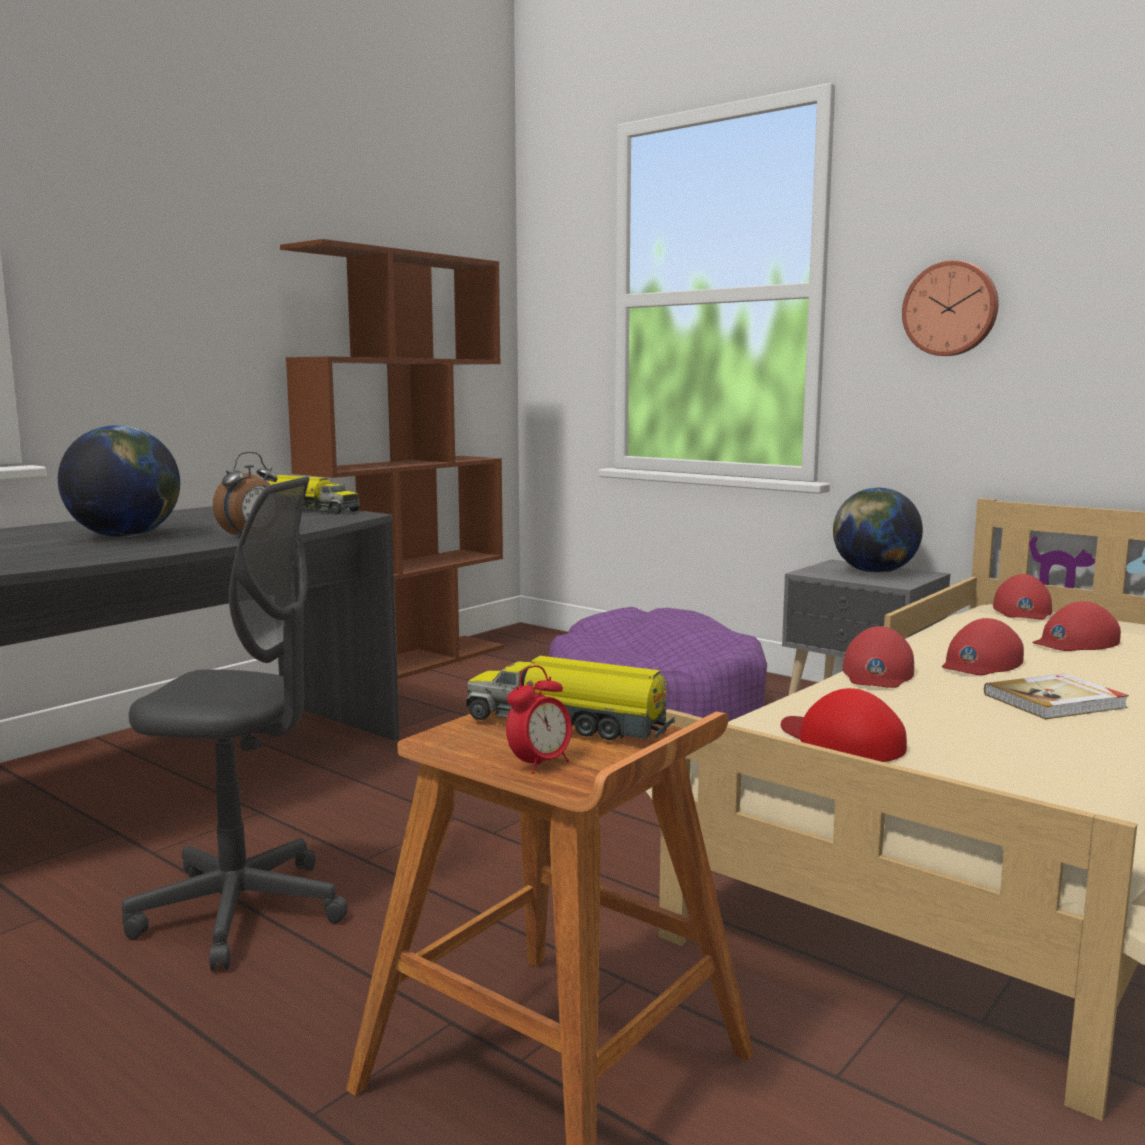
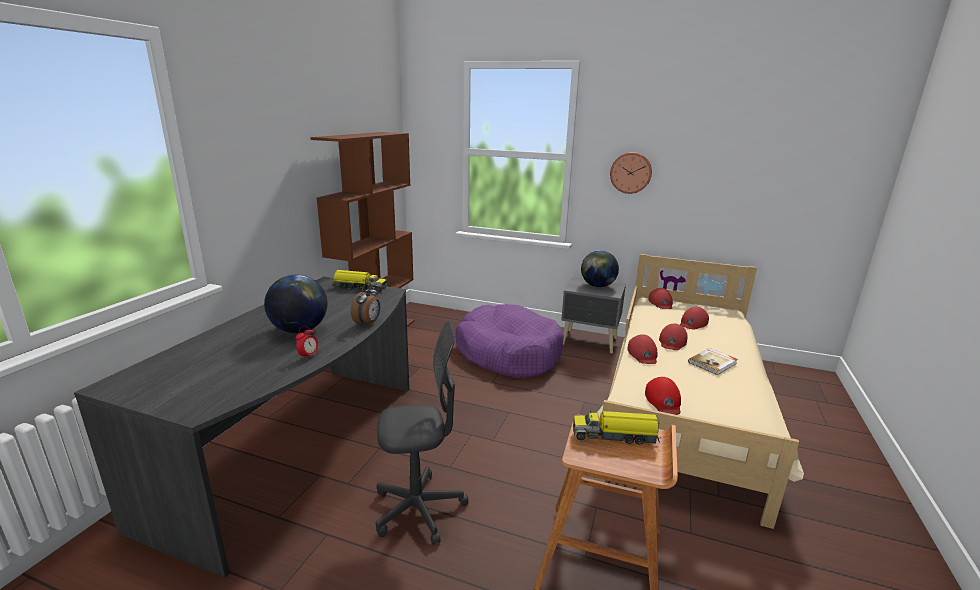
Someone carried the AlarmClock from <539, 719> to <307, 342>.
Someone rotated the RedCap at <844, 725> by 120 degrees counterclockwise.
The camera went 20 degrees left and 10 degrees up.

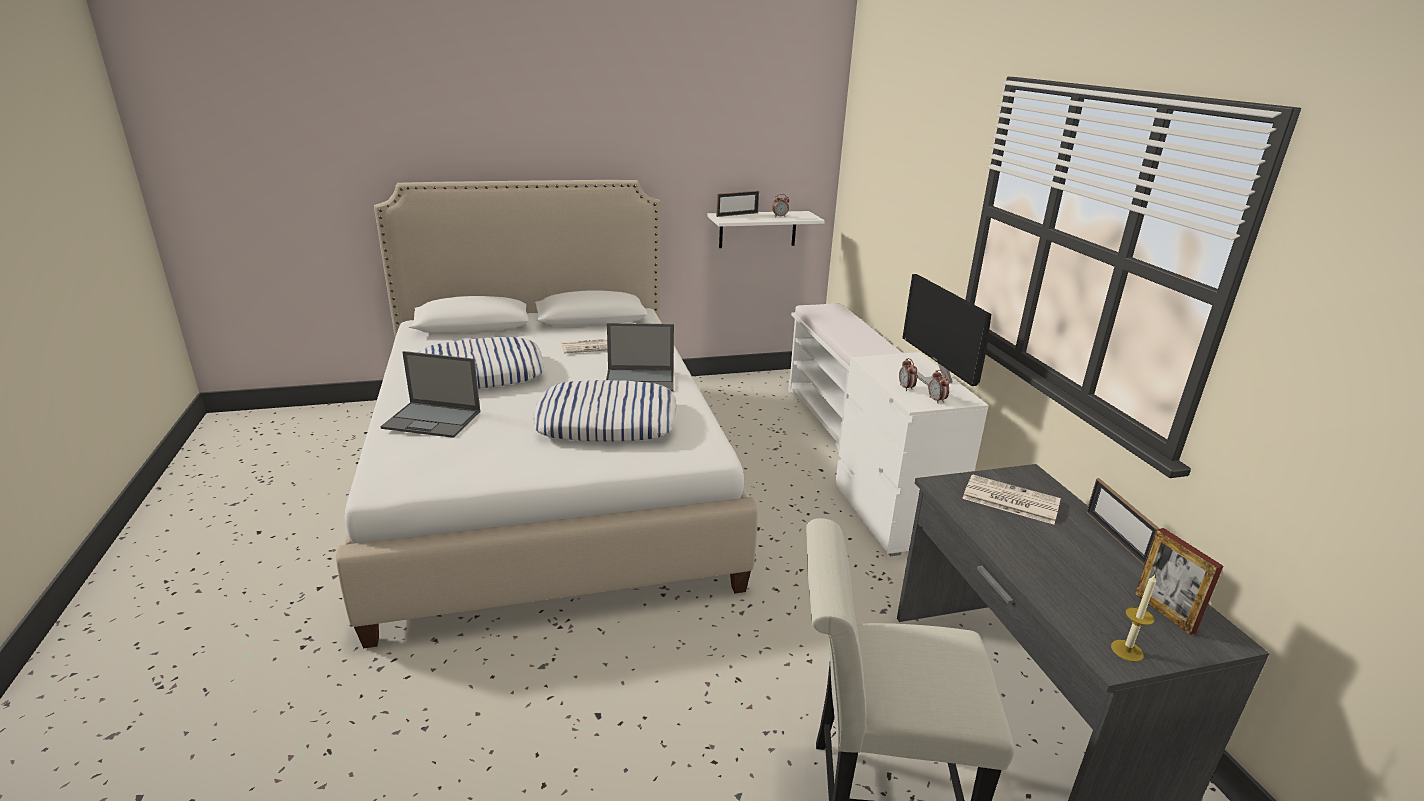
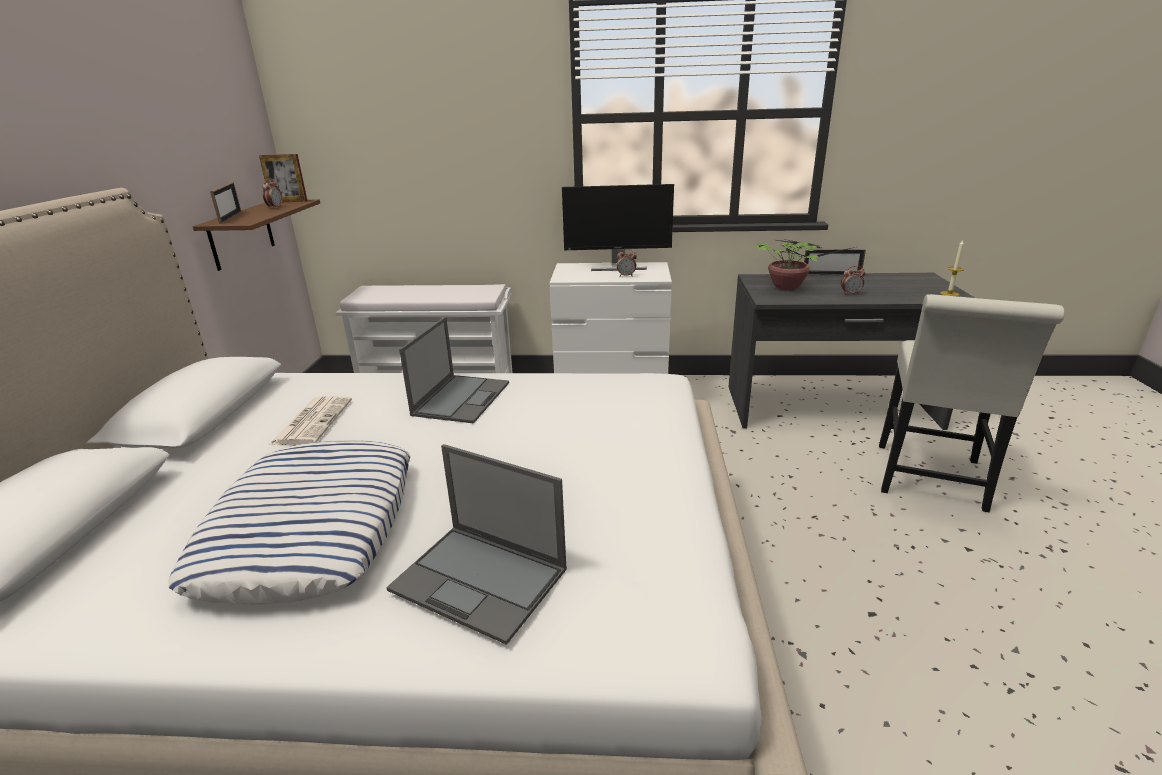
Someone repainted the WhiteShelf at <766, 229>, which became the BrownShelf at <256, 235>.
Someone carried the PictureFrame from <1179, 581> to <283, 178>.
Someone rotated the Laptop at <430, 394> by 90 degrees clockwise.
Someone swapped the Newspaper at <1011, 499> for the PottedPlant at <804, 265>.
Someone carried the AlarmClock from <939, 387> to <853, 280>.
Someone took away the Pillow at <605, 411>.
The camera went 70 degrees left and 0 degrees up.

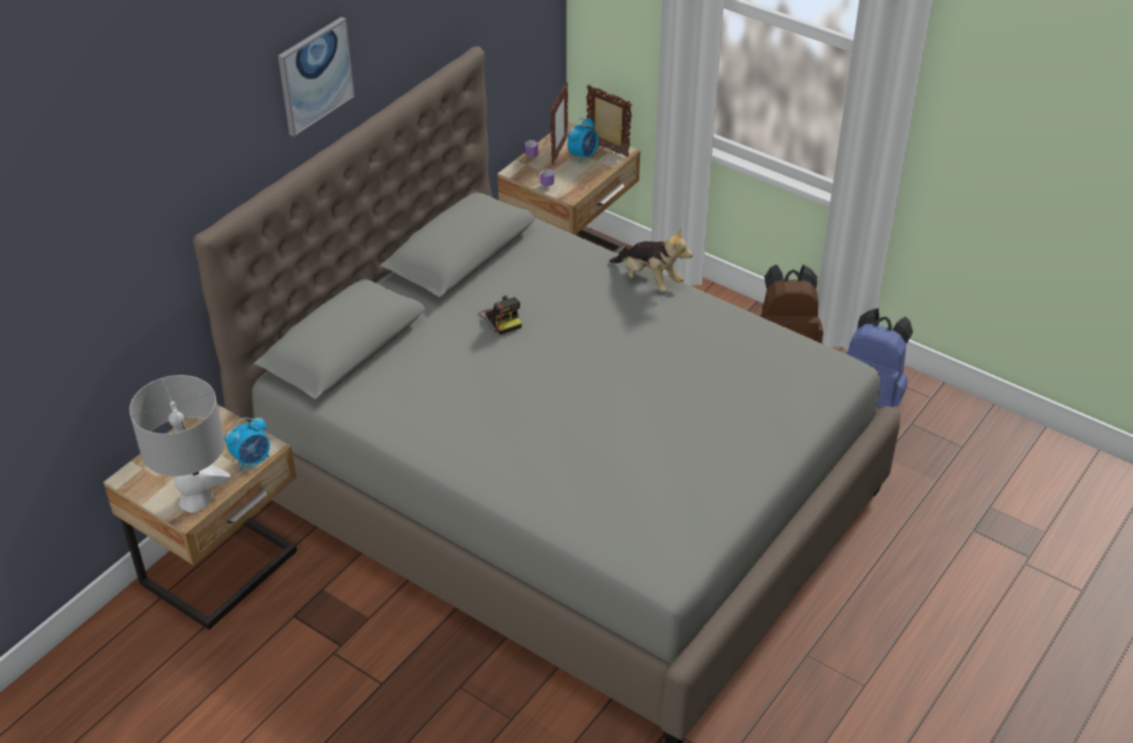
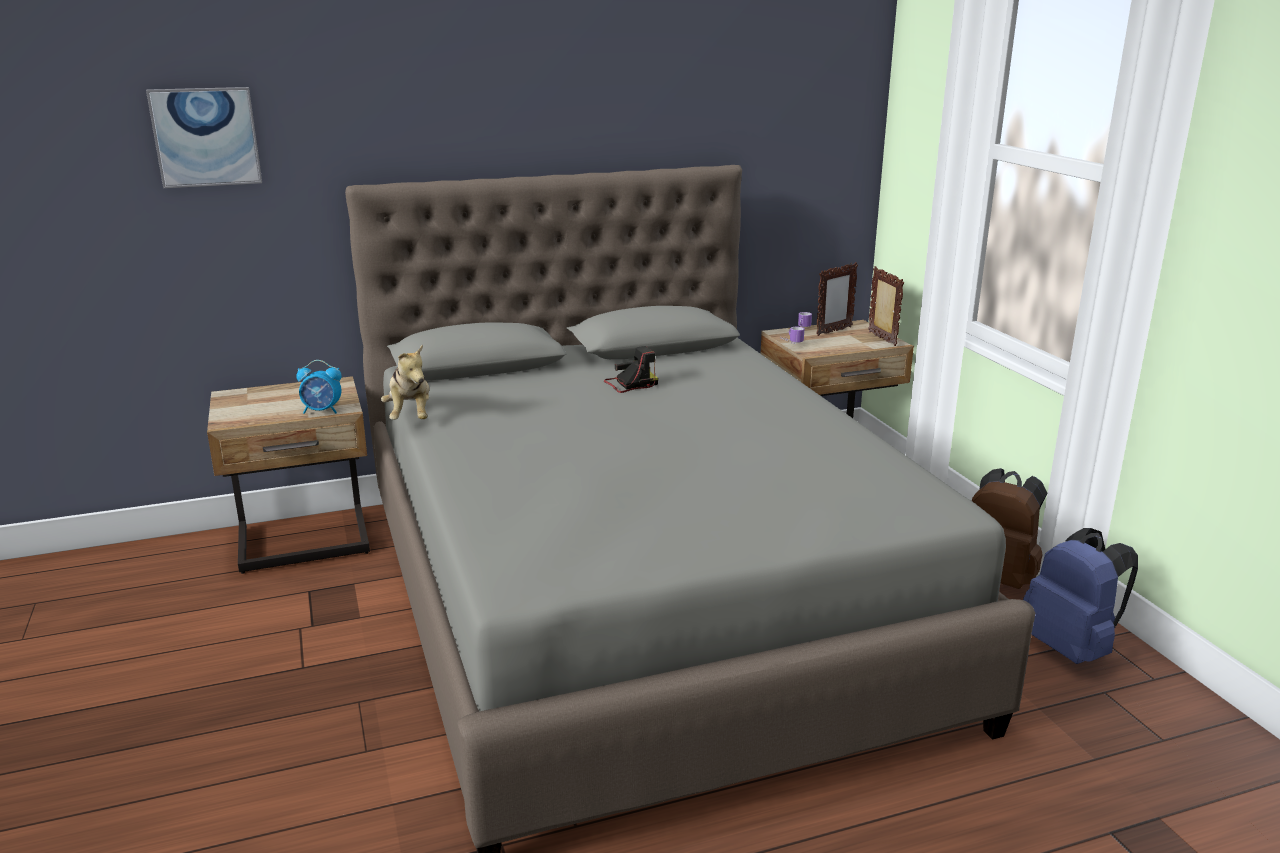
Someone carried the Picture from <316, 77> to <204, 137>.
Someone carried the PlushToy from <651, 260> to <405, 382>.
Someone rotated the PhotoCamera at <500, 315> by 120 degrees counterclockwise.
Someone took away the GreyTableLamp at <180, 444>.
Someone took away the AlarmClock at <583, 141>.
The camera went 35 degrees right and 20 degrees down.

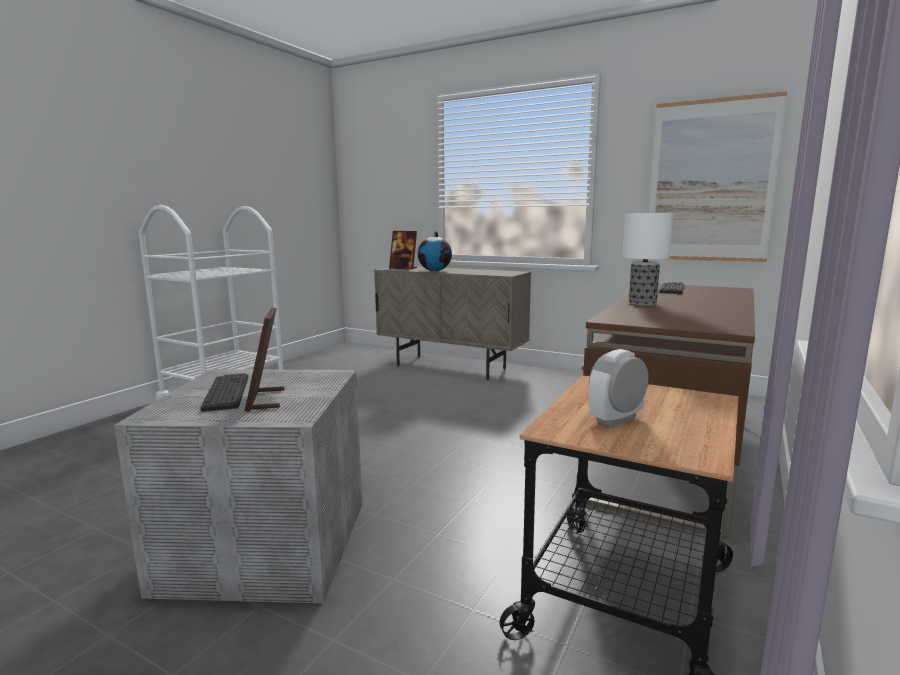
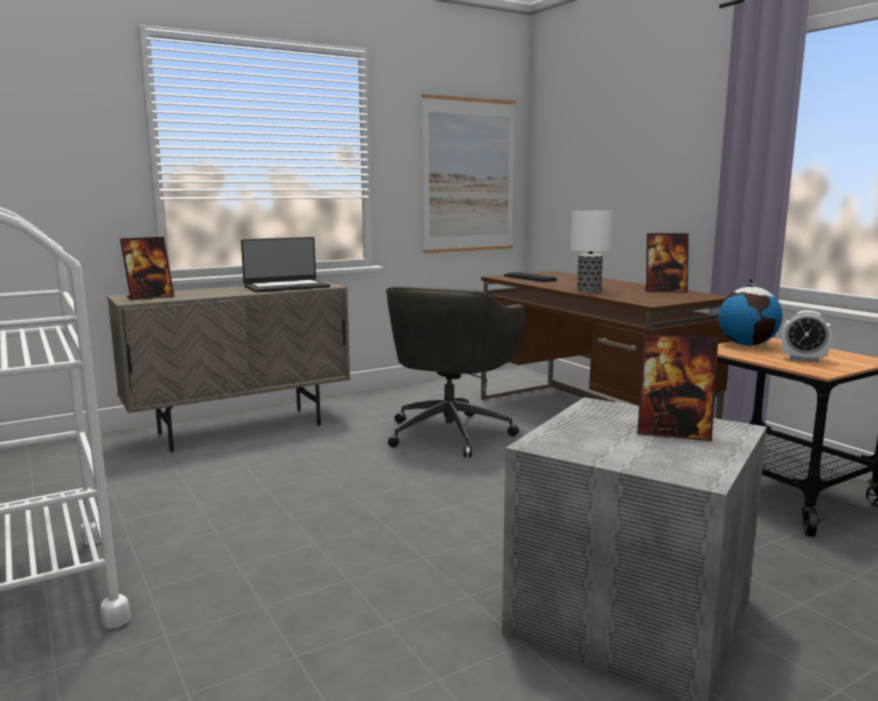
Someone put down the Laptop at <285, 264>.
Someone put down the GreyOfficeChair at <456, 371>.
Someone put down the PictureFrame at <667, 262>.
Someone carried the Globe from <434, 251> to <750, 312>.
Someone rotated the AlarmClock at <618, 388> by 60 degrees counterclockwise.
Someone took away the Keyboard at <224, 392>.
The camera went 60 degrees left and 0 degrees up.

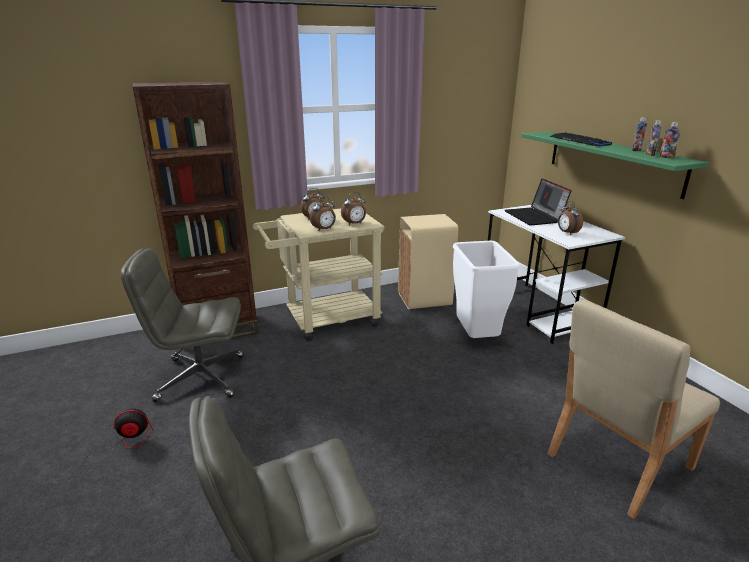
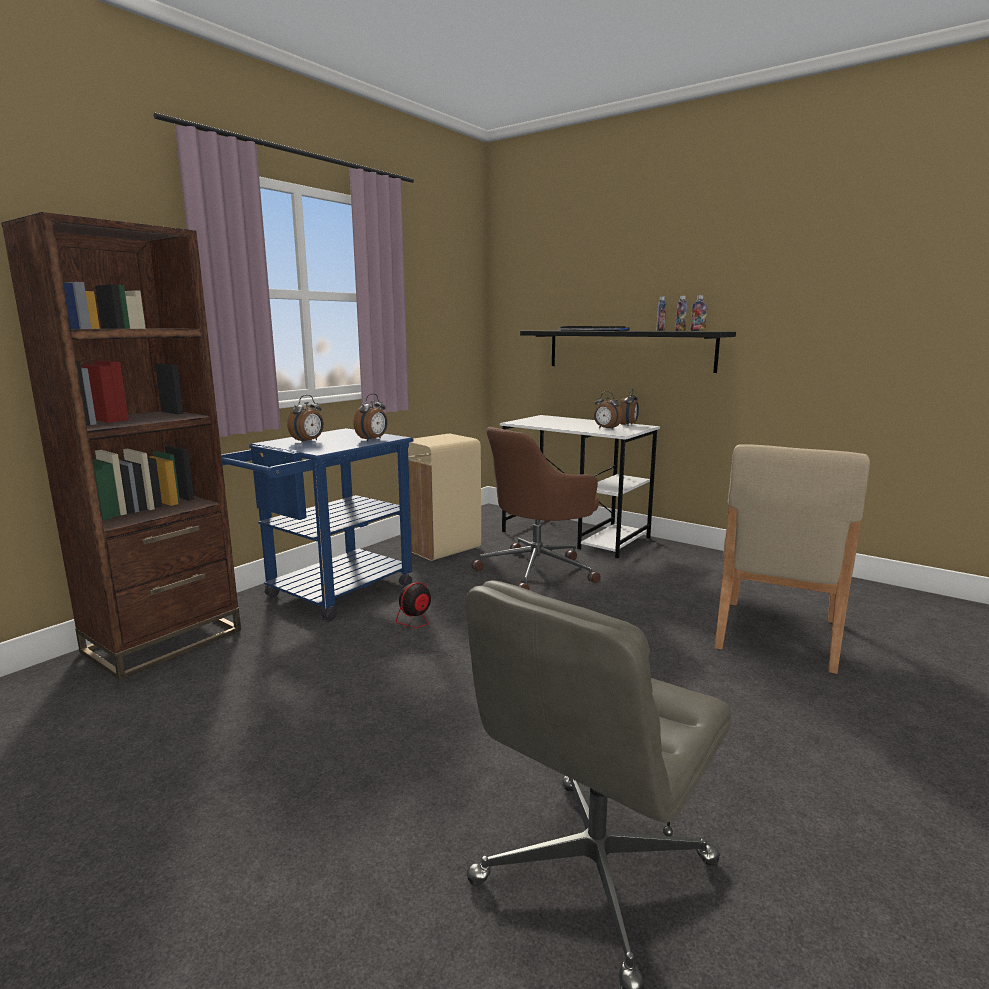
Someone repainted the BeigeCart at <318, 275>, which became the BlueCart at <317, 524>.
Someone carried the Fan from <116, 453> to <419, 619>.
Someone swapped the WhiteTrashCan at <486, 289> for the BrownOfficeChair at <535, 508>.
Someone repainted the GreenShelf at <615, 165>, which became the BlackShelf at <628, 352>.
Someone carried the AlarmClock from <322, 213> to <629, 407>.
Someone took away the GreyOfficeChair at <182, 325>.
Someone took away the Laptop at <538, 202>.
The camera went 30 degrees left and 10 degrees down.

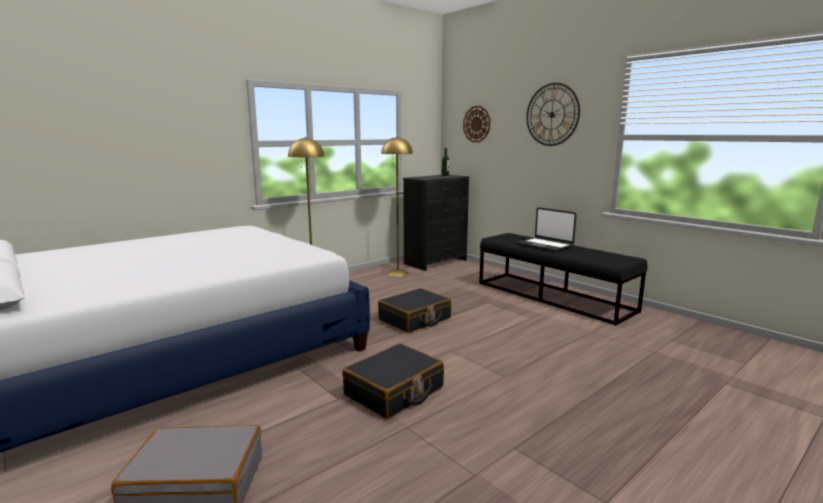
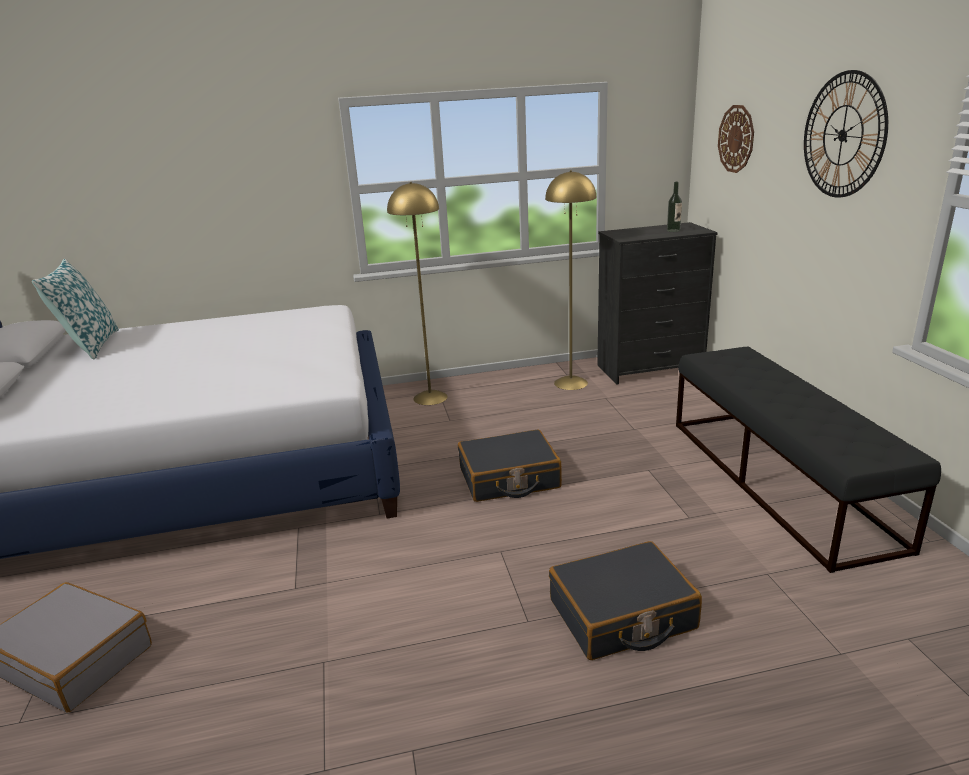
Someone put down the Pillow at <75, 309>.
Someone carried the BlackSuitcase from <393, 381> to <625, 600>.
Someone took away the Laptop at <547, 229>.
The camera went 30 degrees right and 10 degrees up.

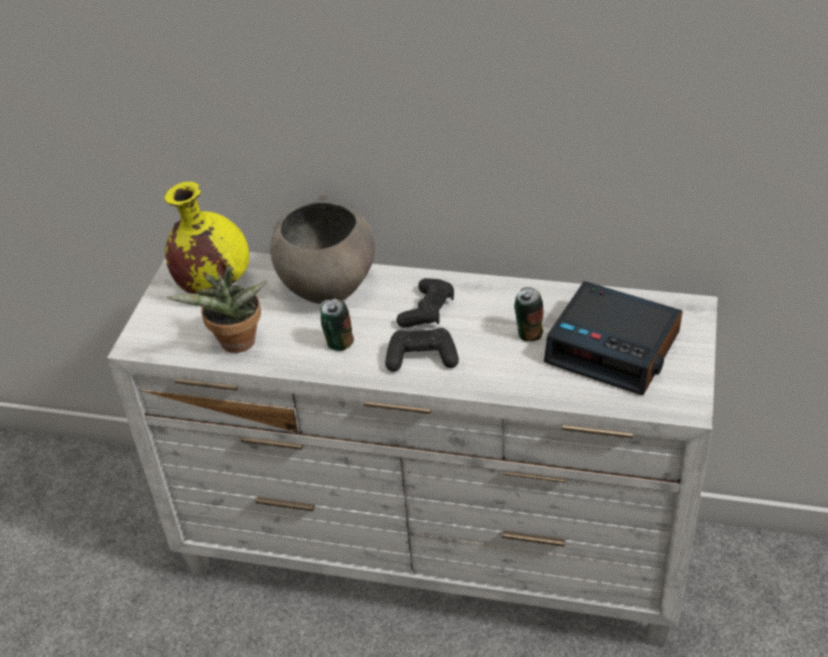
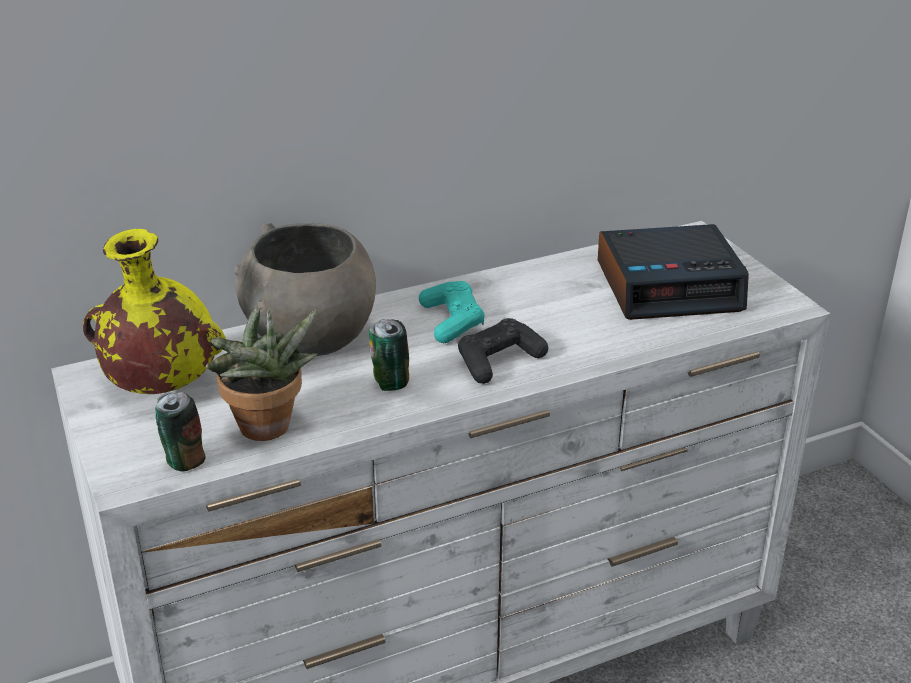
Someone carried the Can from <528, 314> to <180, 432>.
Someone repainted the BlackGameController at <425, 303>, which became the TurquoiseGameController at <452, 312>.
The camera went 40 degrees left and 10 degrees down.

